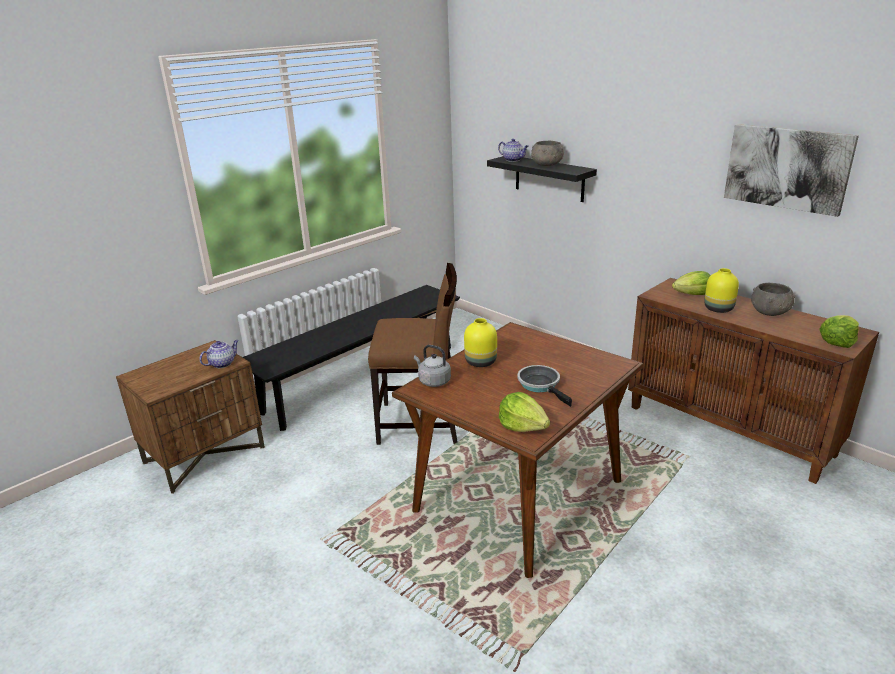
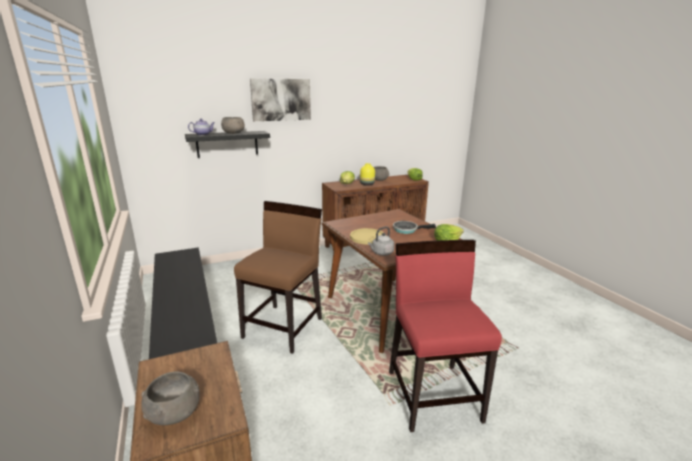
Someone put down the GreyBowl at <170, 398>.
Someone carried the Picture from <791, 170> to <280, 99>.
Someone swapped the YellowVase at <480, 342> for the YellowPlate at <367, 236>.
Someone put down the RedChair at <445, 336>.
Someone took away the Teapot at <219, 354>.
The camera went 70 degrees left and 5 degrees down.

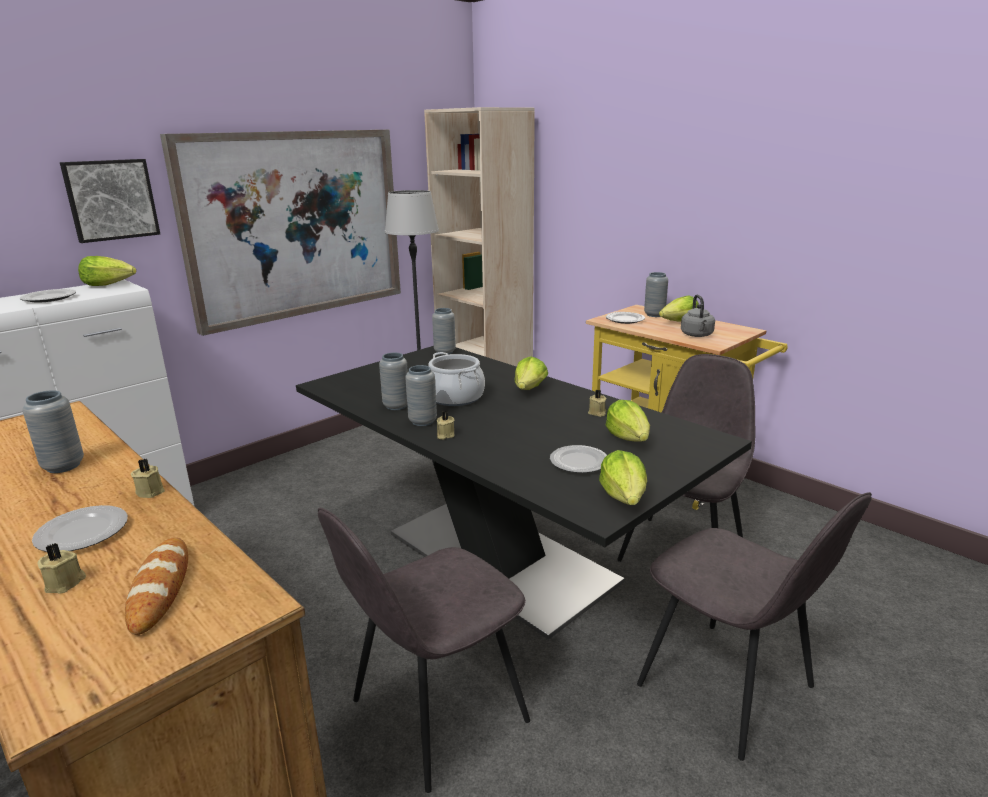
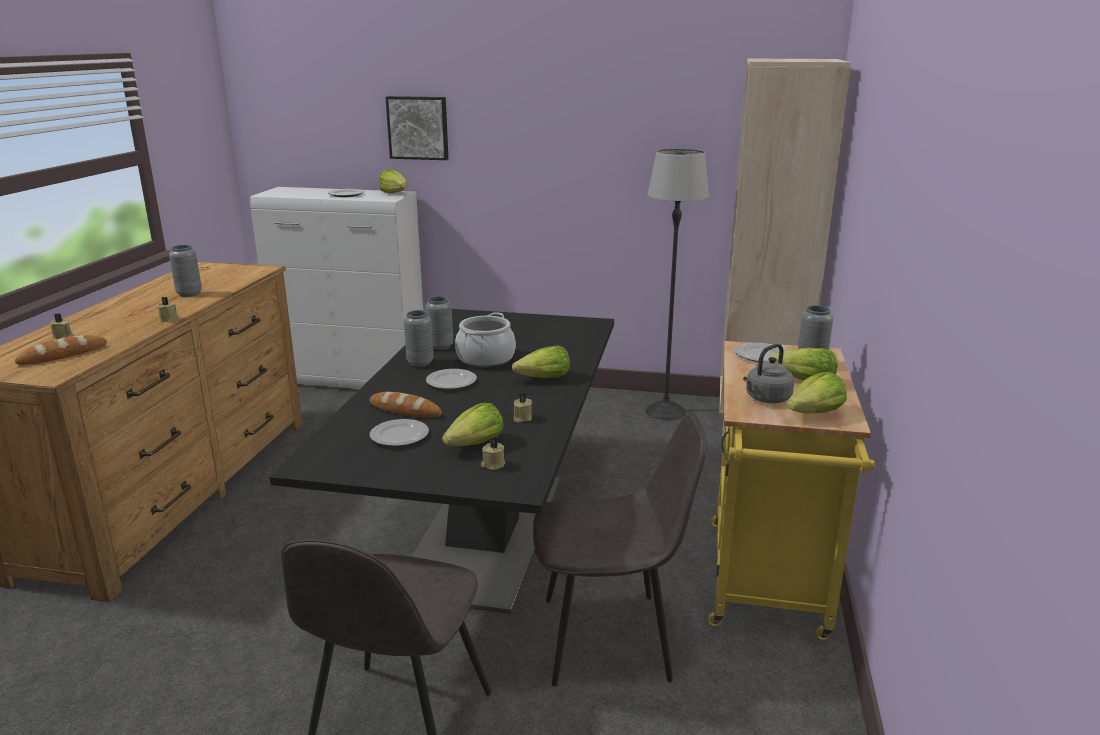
Someone put down the Bread at <405, 404>.
Someone carried the Plate from <80, 528> to <451, 379>.
Someone carried the BeigeCandle from <446, 425> to <493, 453>.
Someone carried the Lettuce from <623, 477> to <817, 393>.
Someone took away the Picture at <280, 233>.
Someone took away the GreyChair at <424, 650>.
Someone took away the GreyVase at <444, 331>.
The camera went 55 degrees right and 0 degrees up.

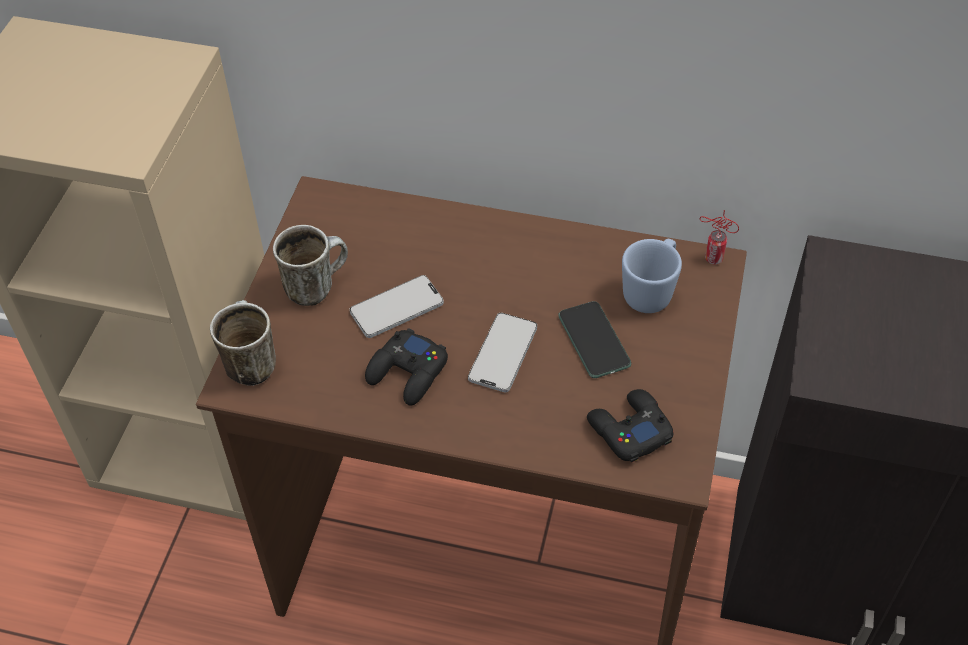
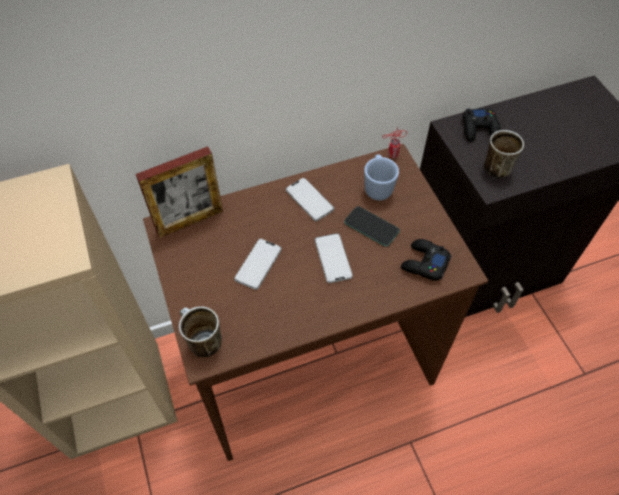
Someone put down the PictureFrame at <179, 192>.
Someone put down the Phone at <310, 199>.
Someone carried the BlackGameController from <406, 367> to <482, 125>.
Someone carried the Mug from <310, 265> to <504, 154>.
The camera went 35 degrees left and 5 degrees up.

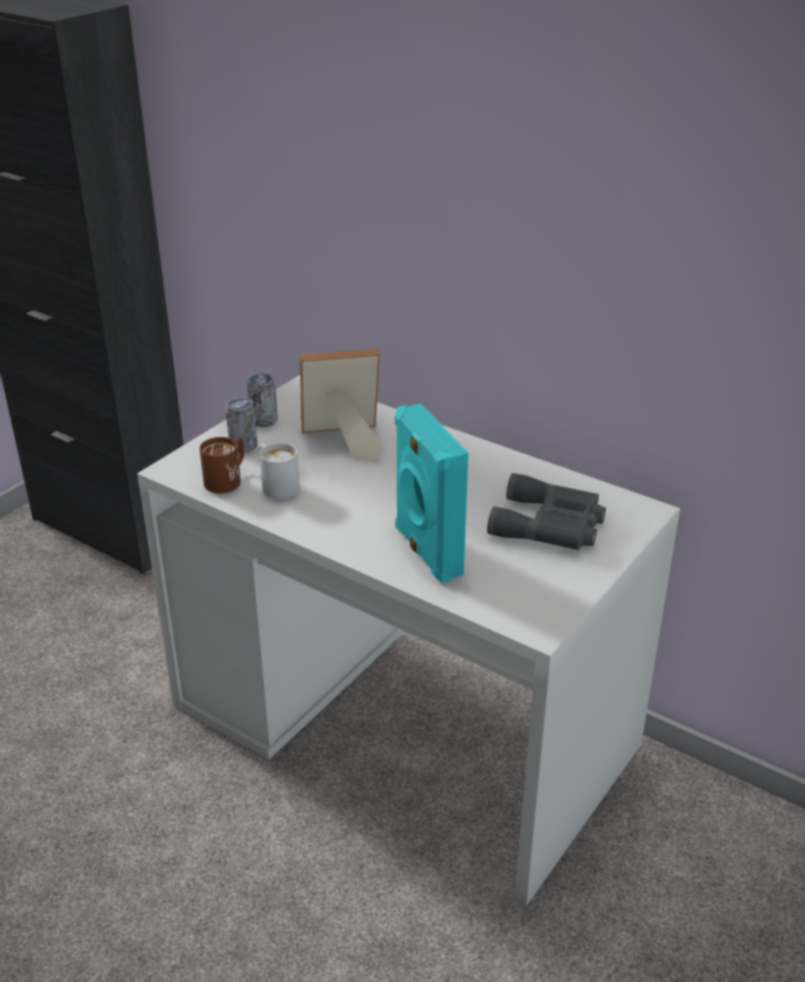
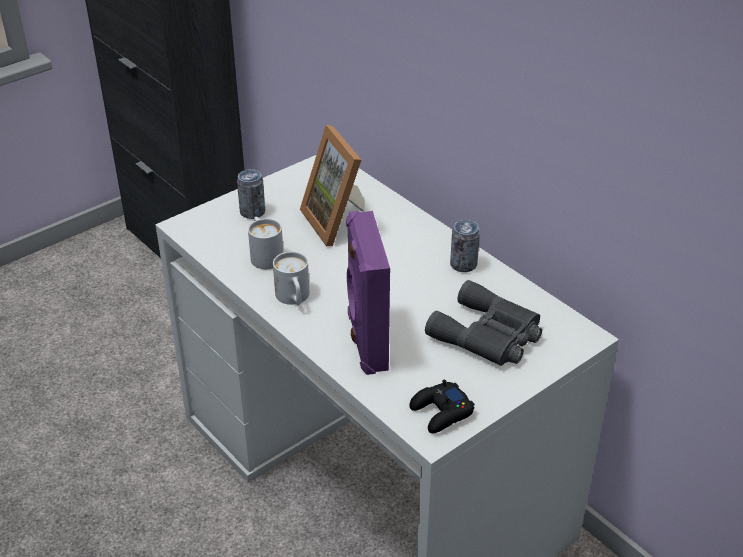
Someone put down the WhiteMug at <291, 278>.
Someone rotated the PictureFrame at <341, 405> by 120 degrees counterclockwise.
Someone repainted the TurquoiseSpeaker at <431, 493>, which became the PurpleSpeaker at <368, 293>.
Someone put down the BlackGameController at <442, 406>.
Someone carried the Can from <262, 400> to <465, 246>.
Someone took away the BrownMug at <222, 465>.
The camera went 15 degrees right and 5 degrees up.

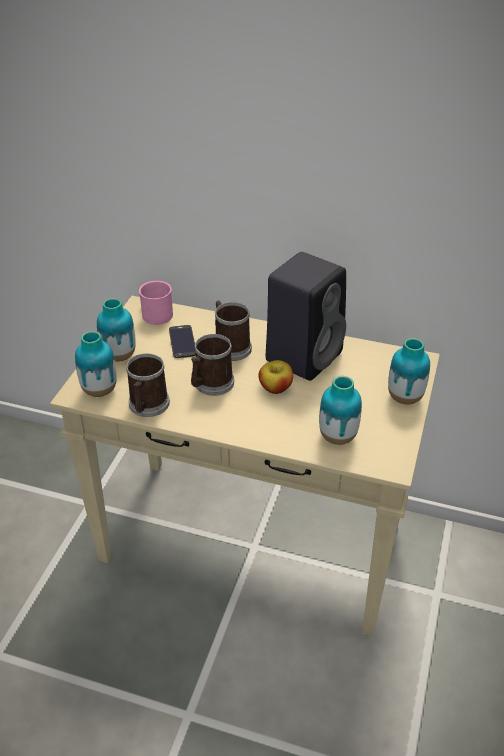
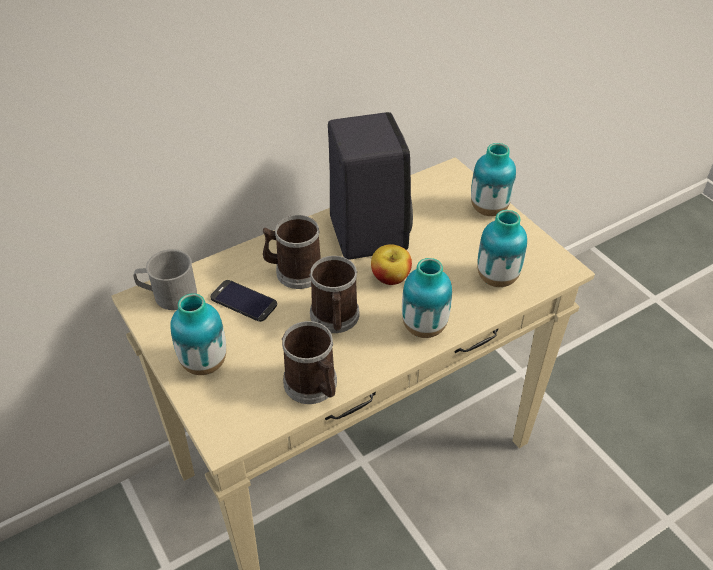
Someone repainted the PinkMug at <156, 303>, which became the GreyMug at <165, 279>.
Someone carried the Vase from <96, 364> to <427, 298>.
The camera went 50 degrees left and 5 degrees up.

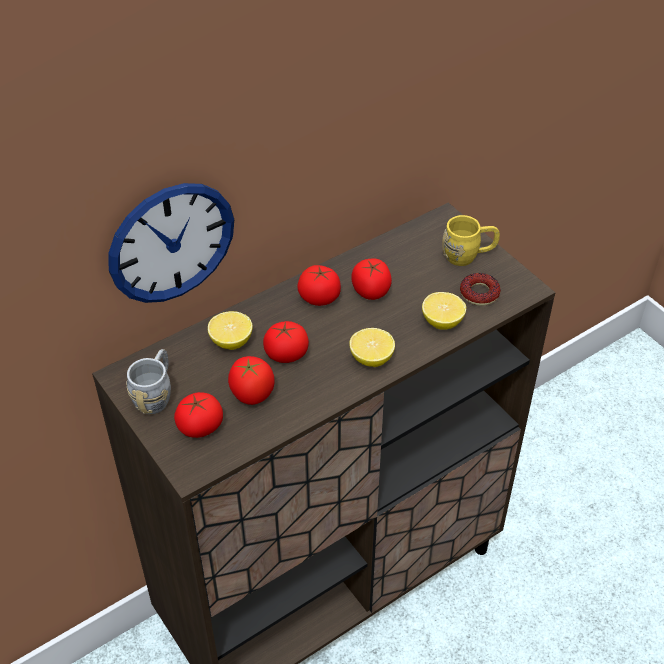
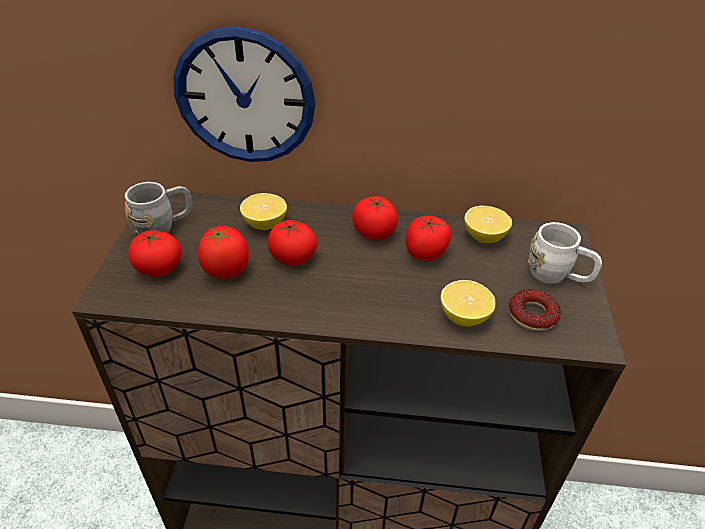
Someone carried the Lemon from <372, 347> to <488, 224>.
Someone repainted the YellowMug at <471, 240>, which became the WhiteMug at <565, 253>.
The camera went 40 degrees right and 5 degrees down.

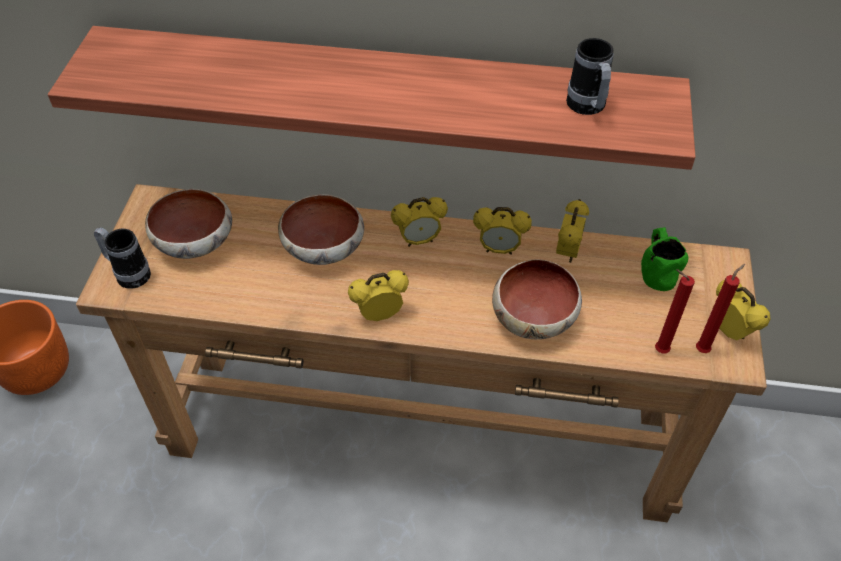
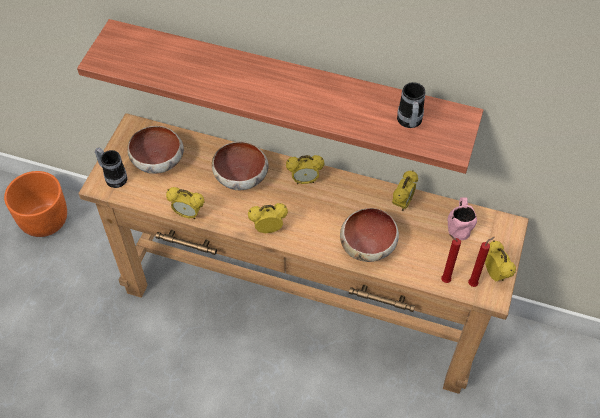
Someone carried the AlarmClock from <502, 231> to <185, 203>.
Someone repainted the GreenMug at <665, 259>, which became the PinkMug at <462, 218>.
The camera went 10 degrees right and 5 degrees up.

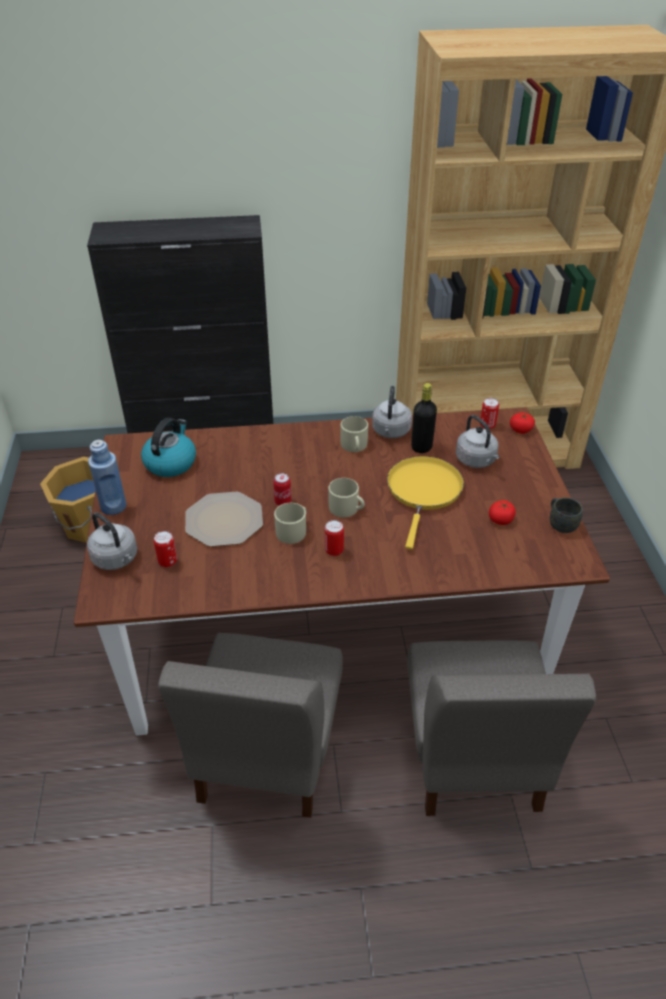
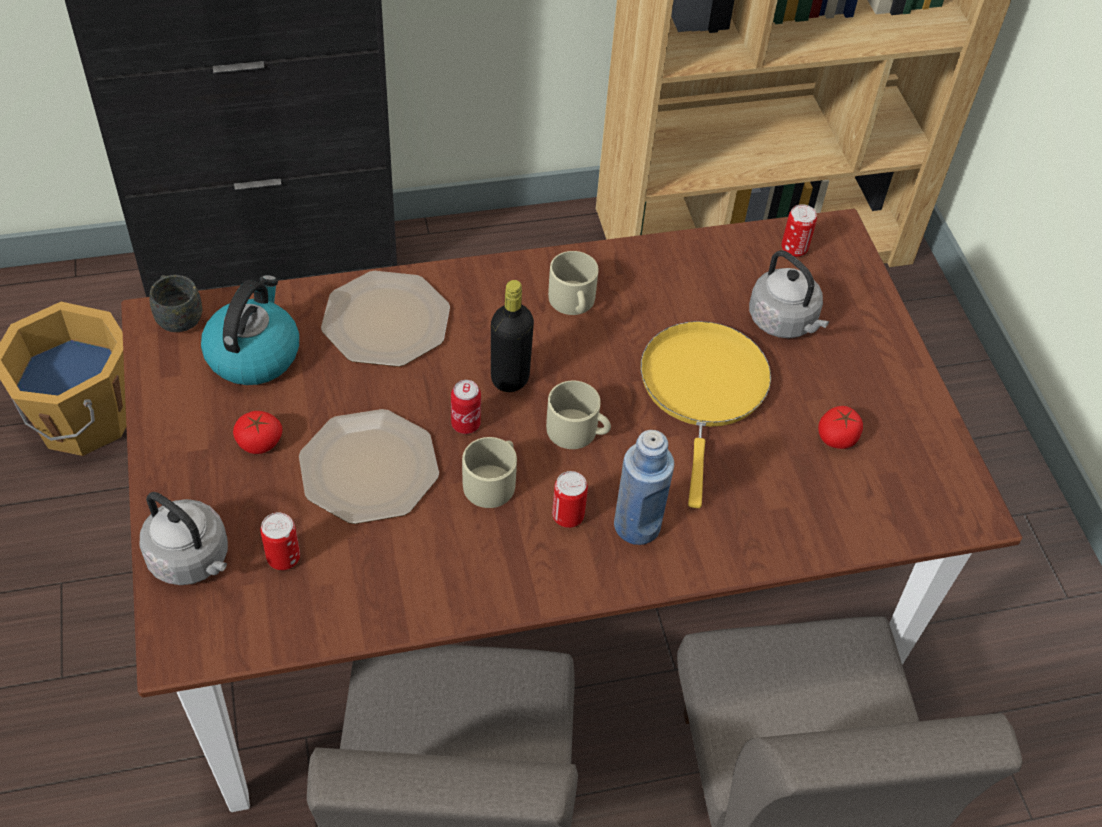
Someone carried the GreyMug from <566, 515> to <175, 303>.
Someone carried the Tomato from <522, 423> to <257, 432>.
Someone put down the Plate at <385, 319>.
Someone carried the BlackBottle from <424, 418> to <512, 336>.
Someone carried the BlueBottle from <107, 477> to <644, 487>.
Someone took away the GreyKettle at <392, 412>.
The camera went 10 degrees left and 10 degrees up.

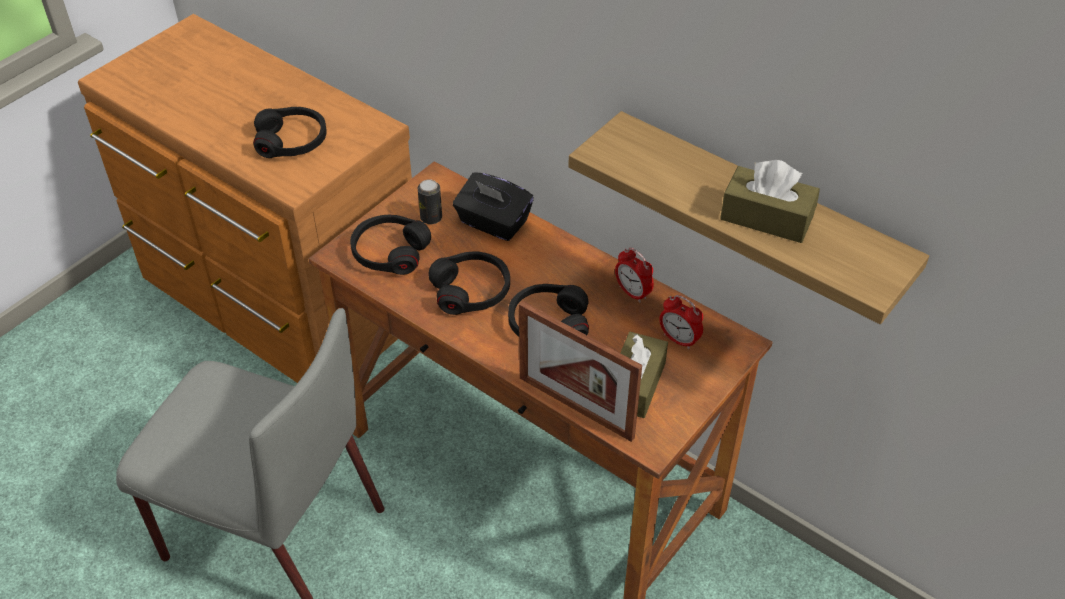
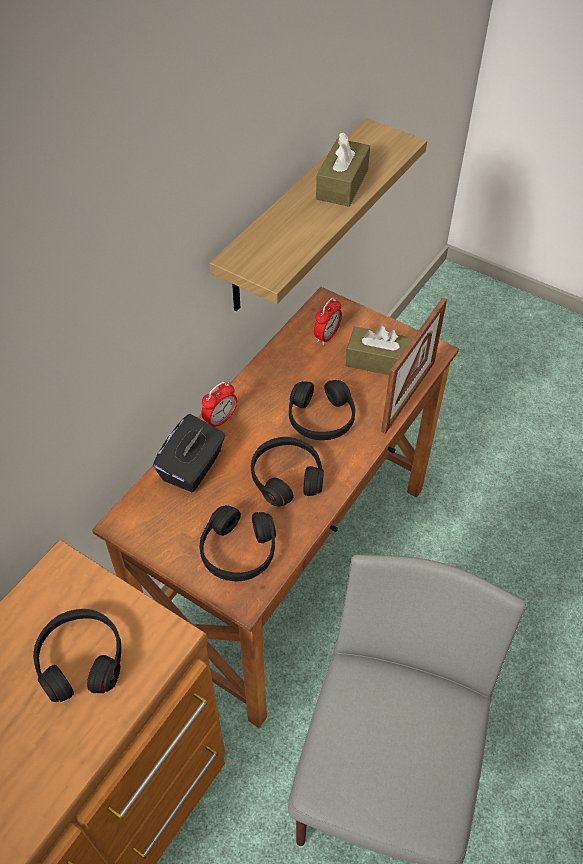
Someone carried the AlarmClock from <634, 275> to <219, 404>.
Someone took away the Can at <430, 201>.
The camera went 95 degrees left and 5 degrees up.

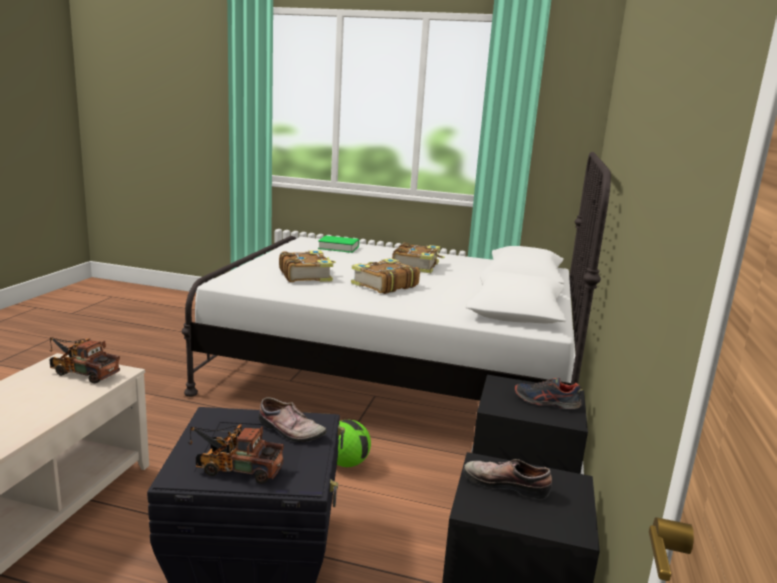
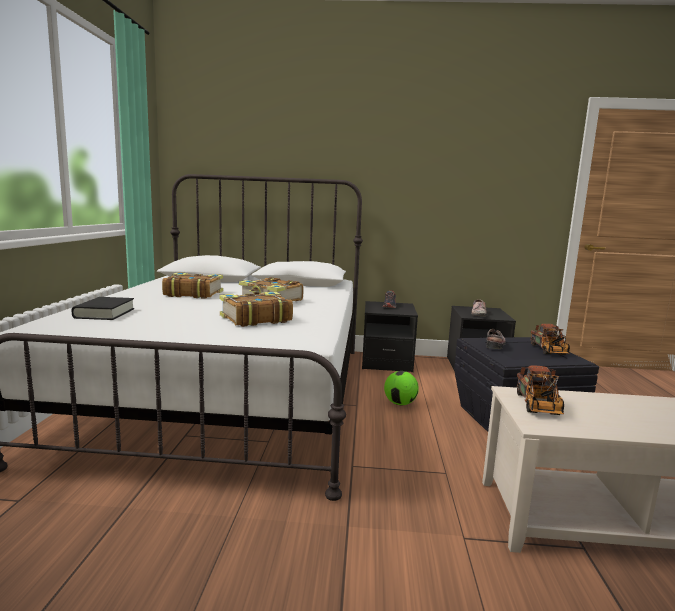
Someone repainted the GreenBook at <338, 244>, which became the BlackBook at <103, 308>.
The camera went 100 degrees left and 5 degrees down.

